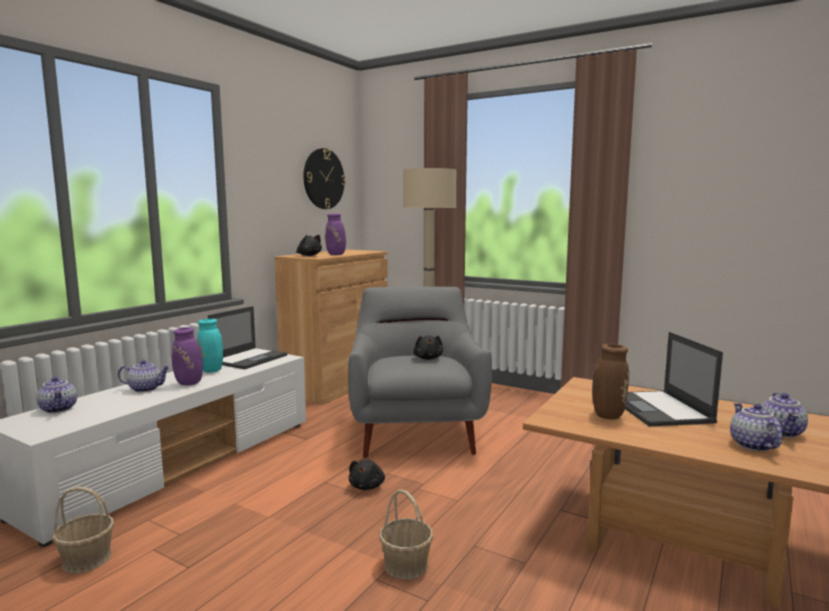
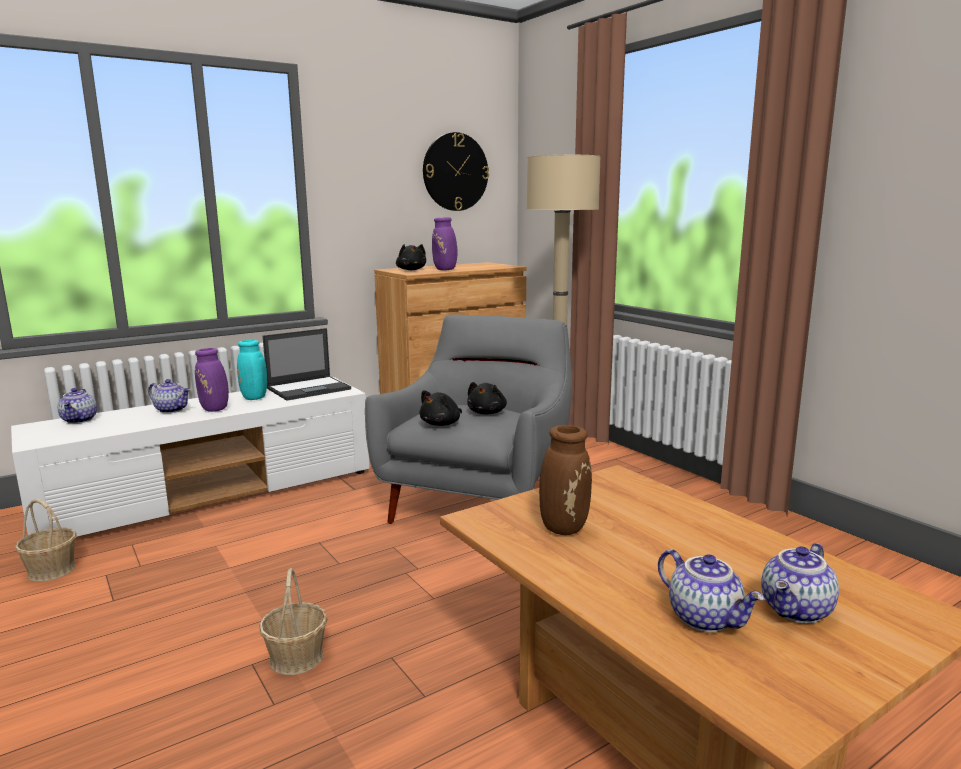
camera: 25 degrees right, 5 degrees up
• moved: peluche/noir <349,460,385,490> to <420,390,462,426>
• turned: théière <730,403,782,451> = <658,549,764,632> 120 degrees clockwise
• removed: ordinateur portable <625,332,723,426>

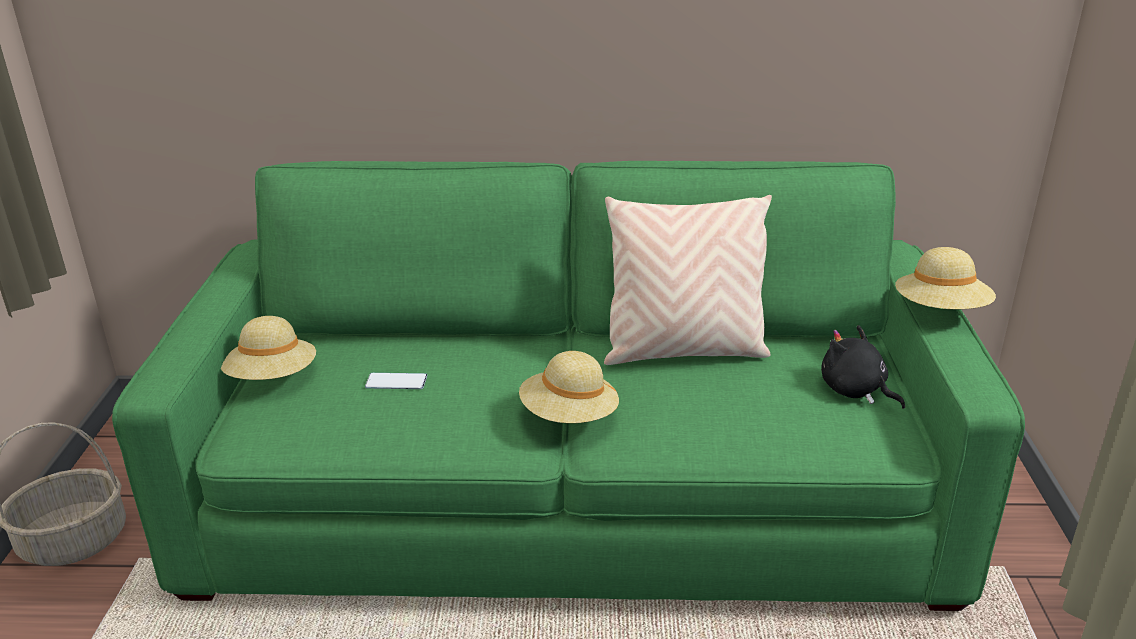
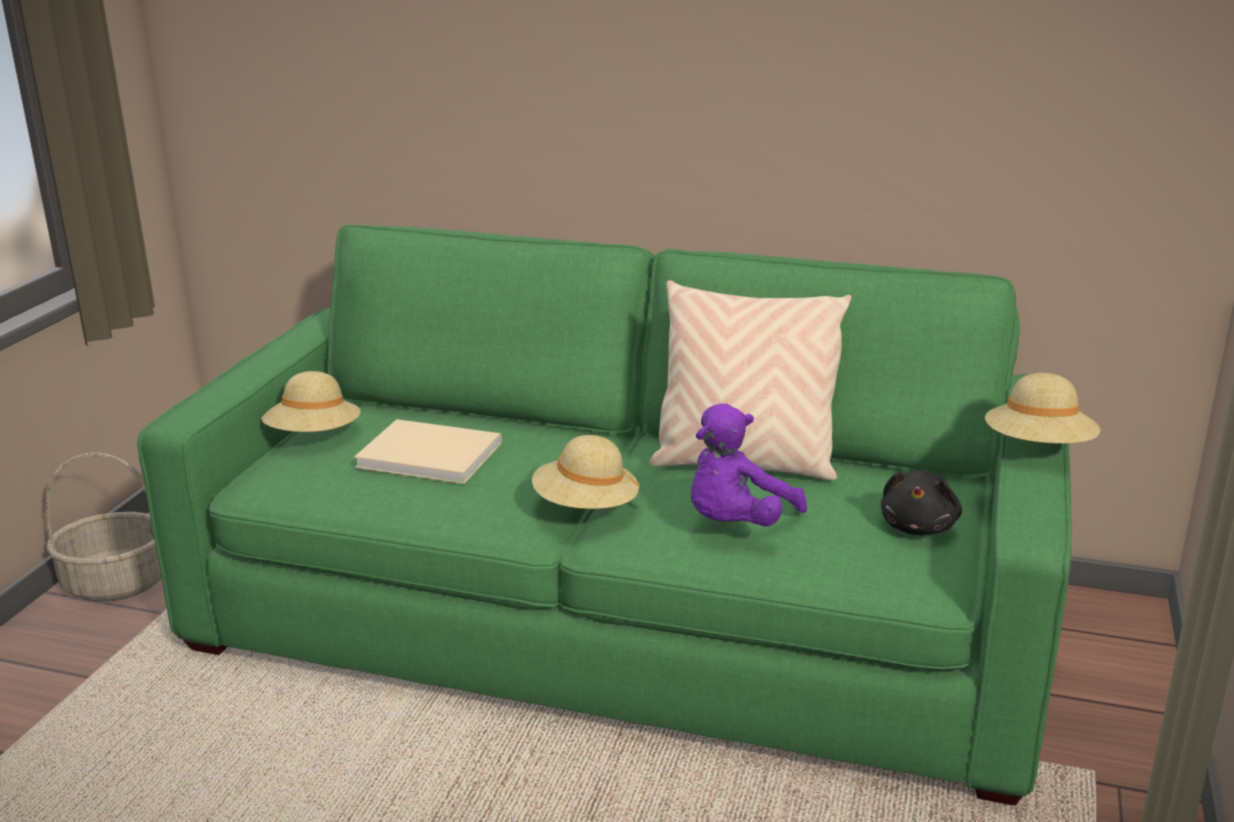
camera: 15 degrees right, 5 degrees down
• replaced: téléphone <365,373,427,389> to livre/beige <354,419,502,484>
• added: peluche/violet <691,403,807,526>
• turned: peluche/noir <821,325,905,409> = <881,470,962,535> 135 degrees counterclockwise

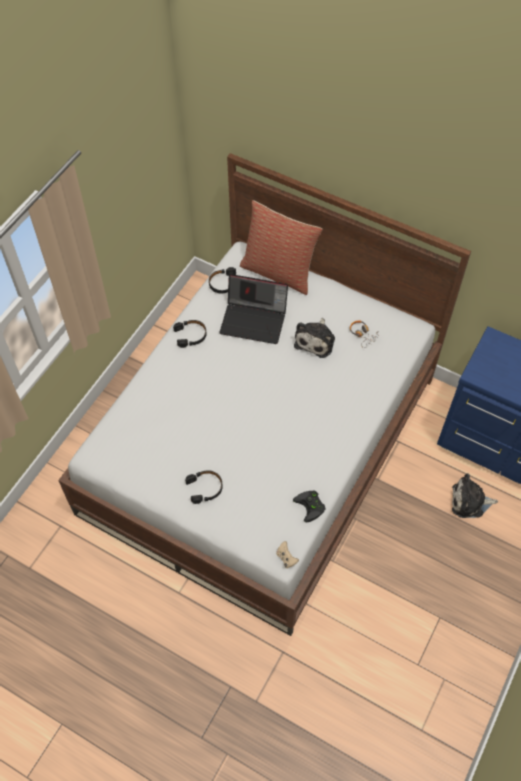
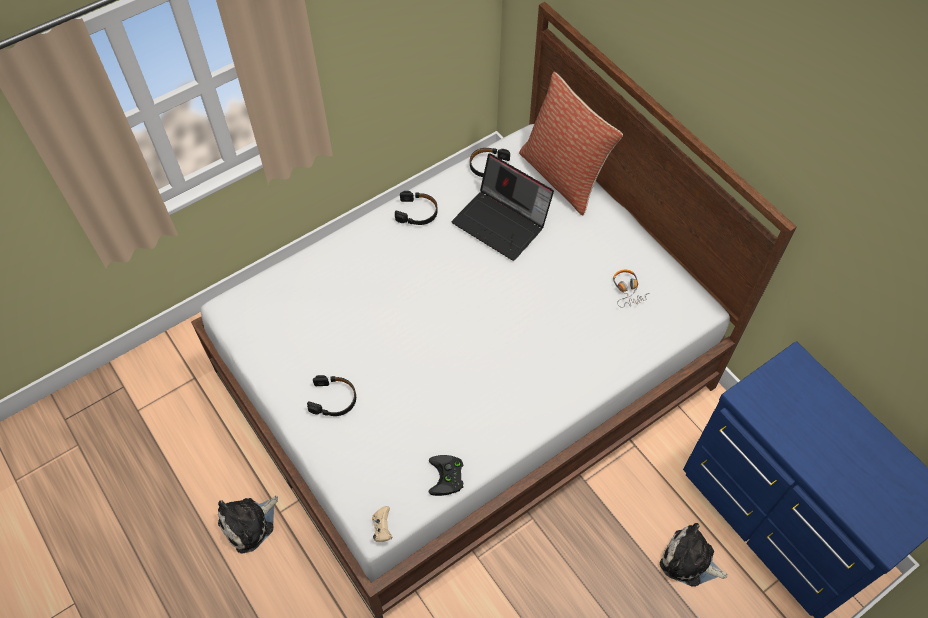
camera: 25 degrees right, 0 degrees up
• moved: peluche <294,318,335,358> to <218,496,278,553>

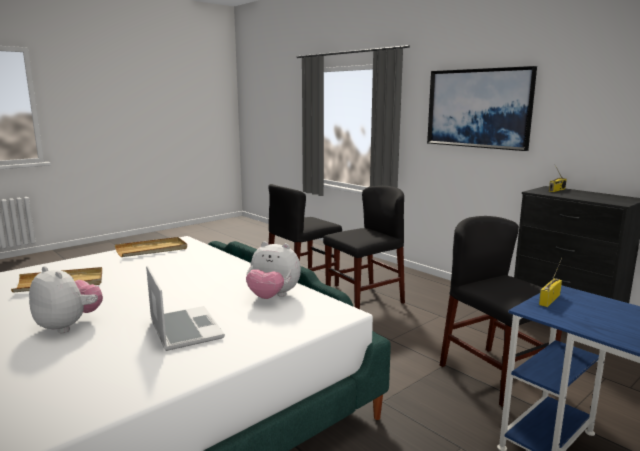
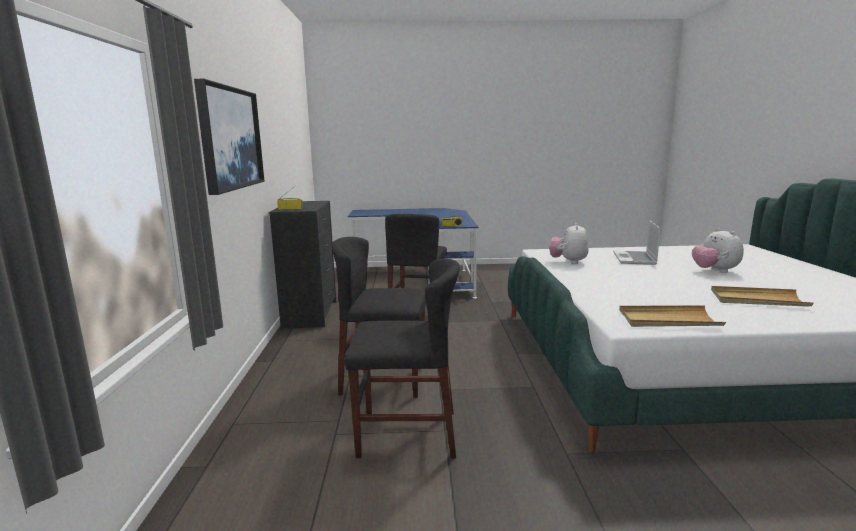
camera: 140 degrees left, 0 degrees up
• turned: peluche <246,241,301,299> = <549,223,589,264> 135 degrees counterclockwise

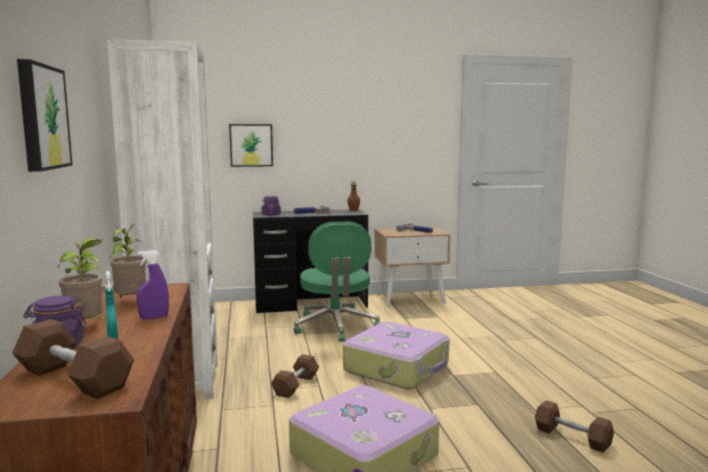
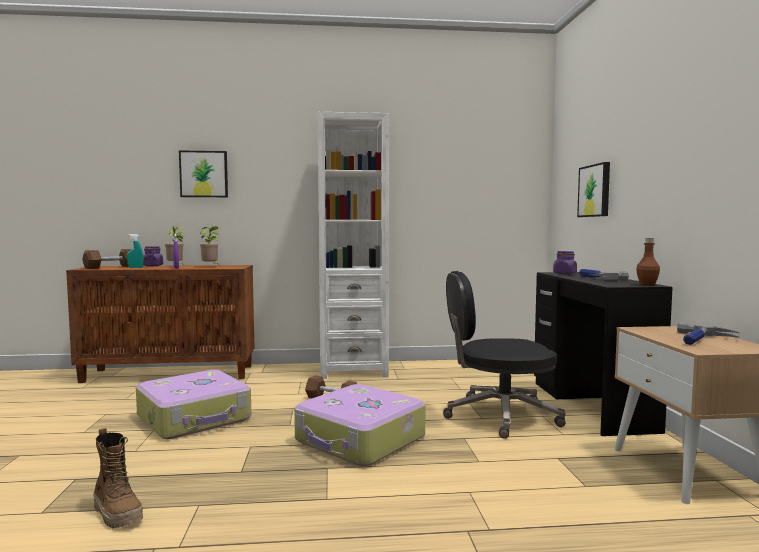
camera: 95 degrees right, 5 degrees down
• replaced: haltère/marron <535,400,614,452> to botte <93,428,143,528>
• recoloured: chaise de bureau/vert <294,221,380,342> to chaise de bureau/noir <443,271,565,439>

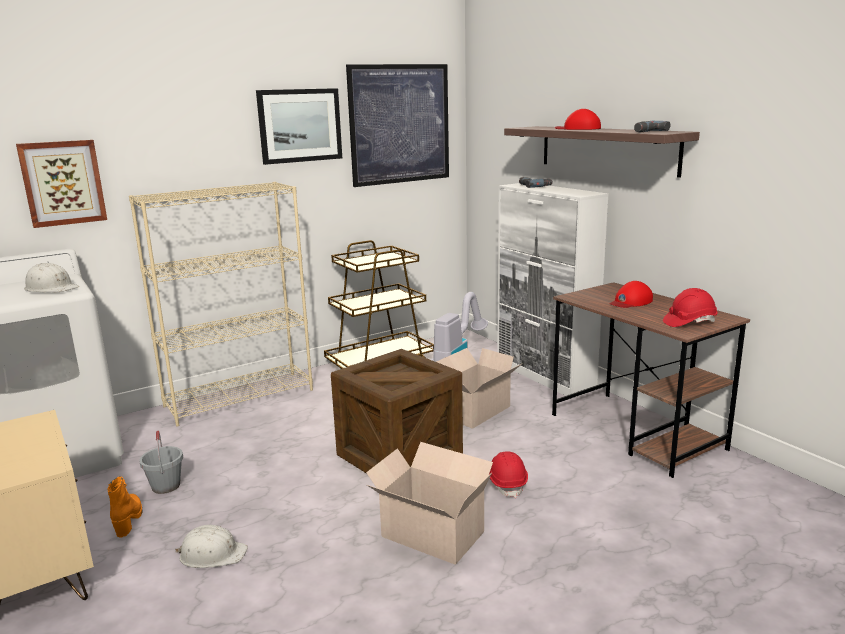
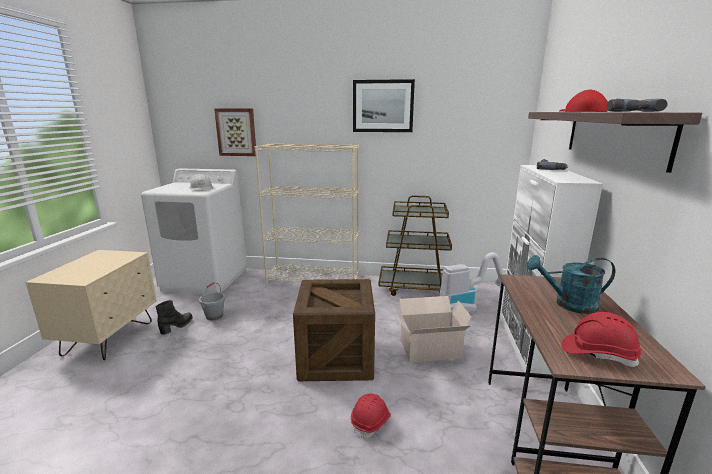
camera: 40 degrees right, 0 degrees up
• recoloured: botte/orange <108,476,143,537> to botte/noir <156,300,193,335>
• replaced: casquette/rouge <610,281,653,308> to arrosoir/turquoise <526,255,615,314>
• removed: casque de chantier/blanc <174,525,248,568>
• removed: tableau <346,64,449,187>
• removed: carton <366,442,493,565>

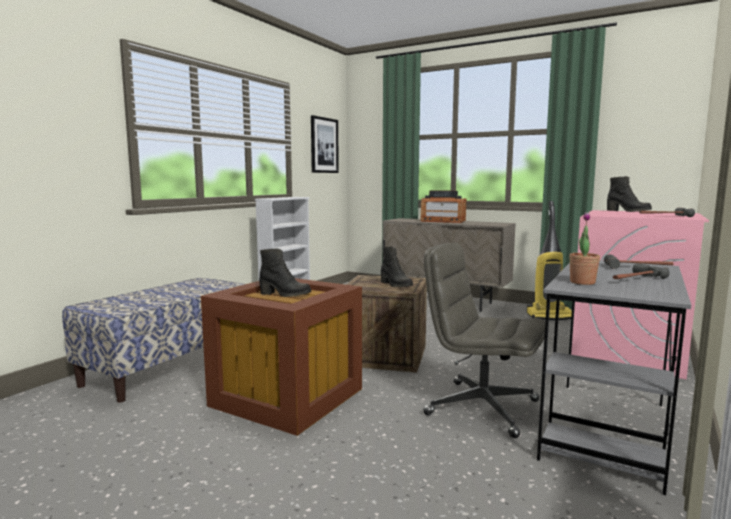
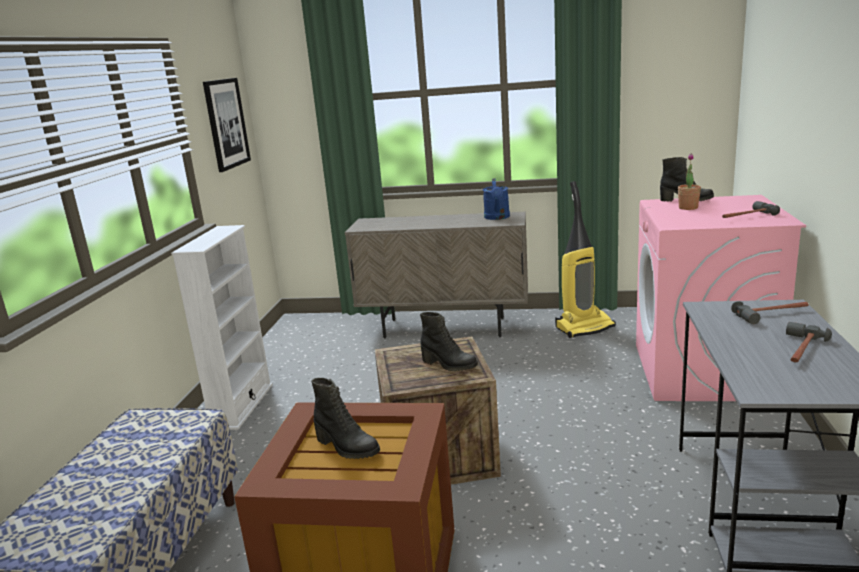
camera: 20 degrees left, 10 degrees up
• turned: botte/noir <259,248,311,297> = <311,378,380,459> 45 degrees clockwise
• added: arrosoir/bleu <483,178,510,220>
• moved: plante en pot <569,212,600,285> to <678,153,701,210>
• removed: radio <421,190,466,223>
• removed: chaise de bureau/gris <423,243,545,438>

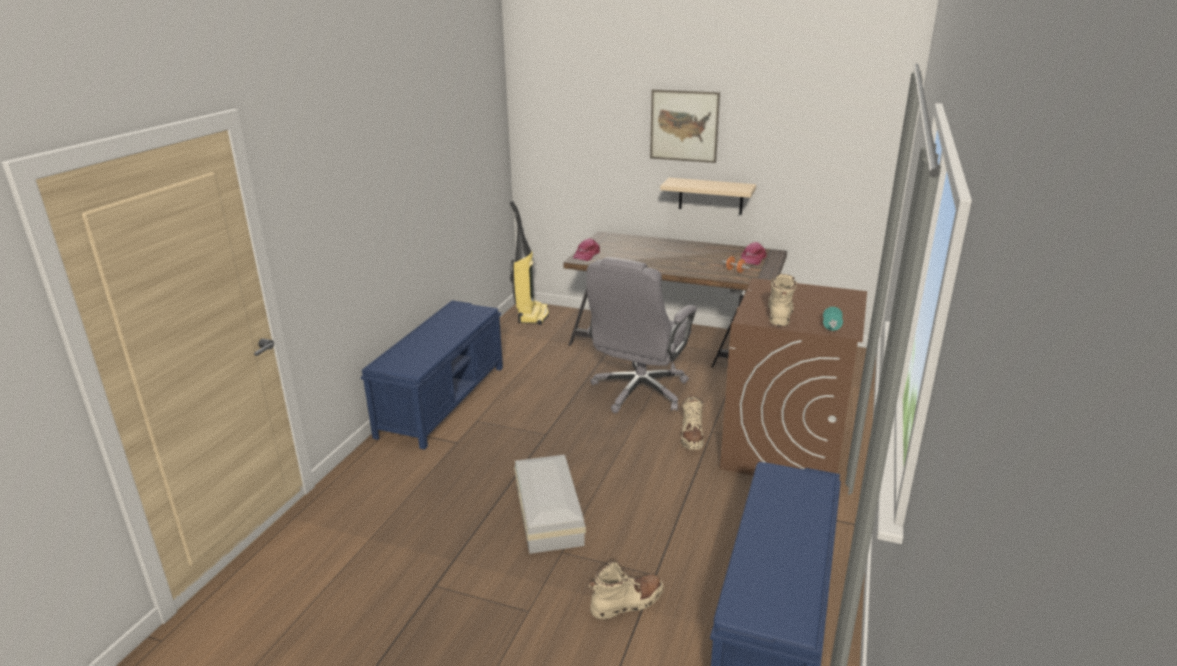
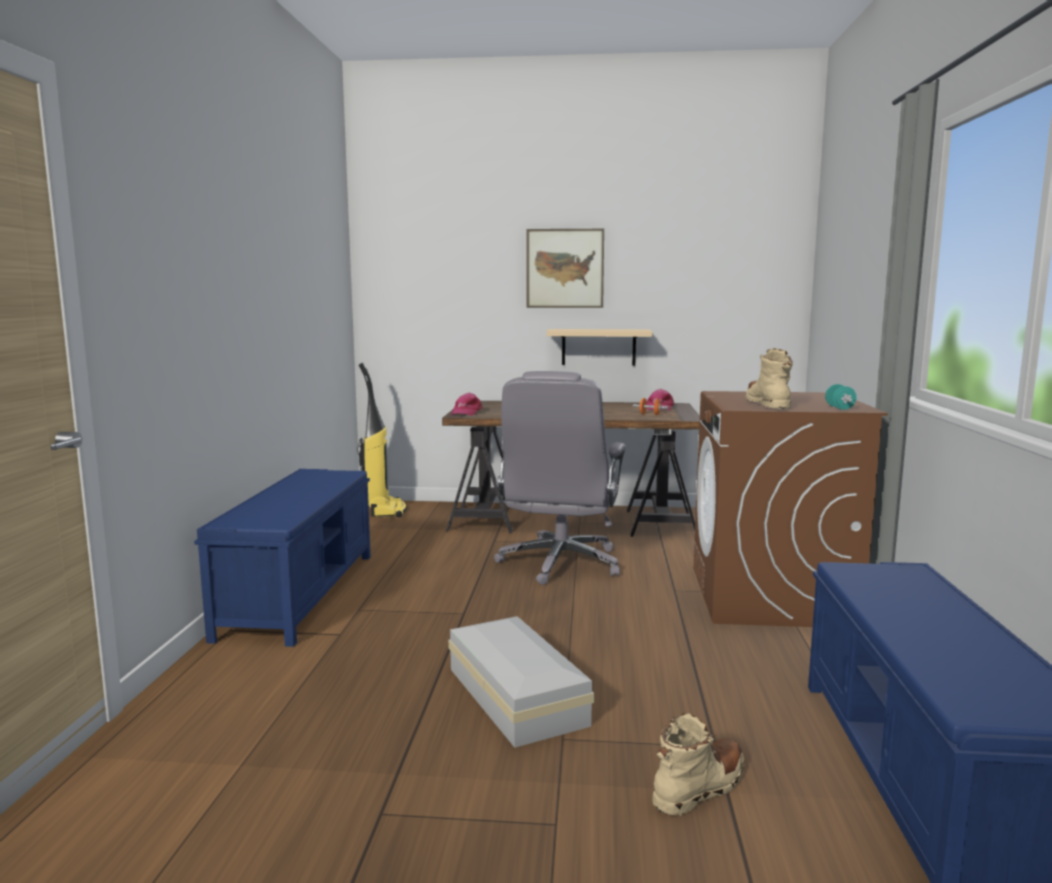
camera: 15 degrees left, 15 degrees down
• removed: botte/beige <681,395,704,450>

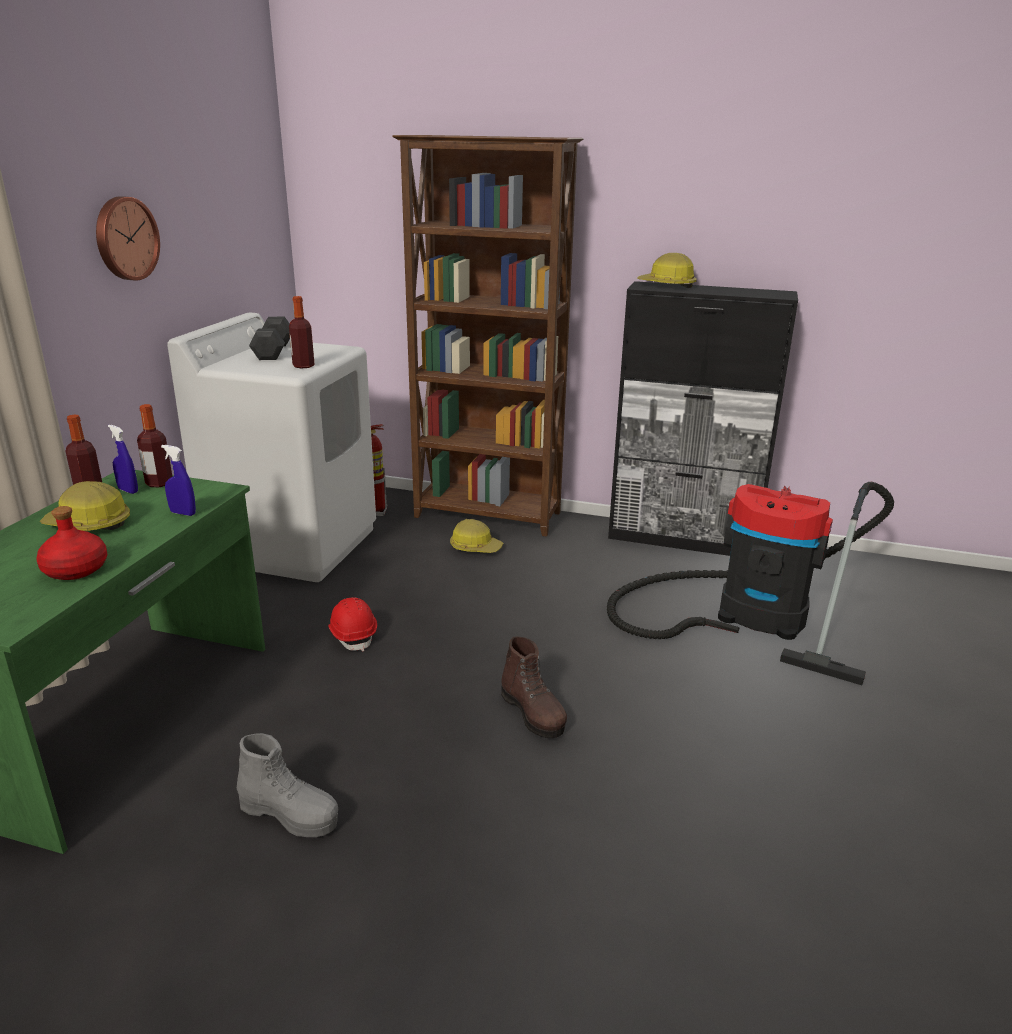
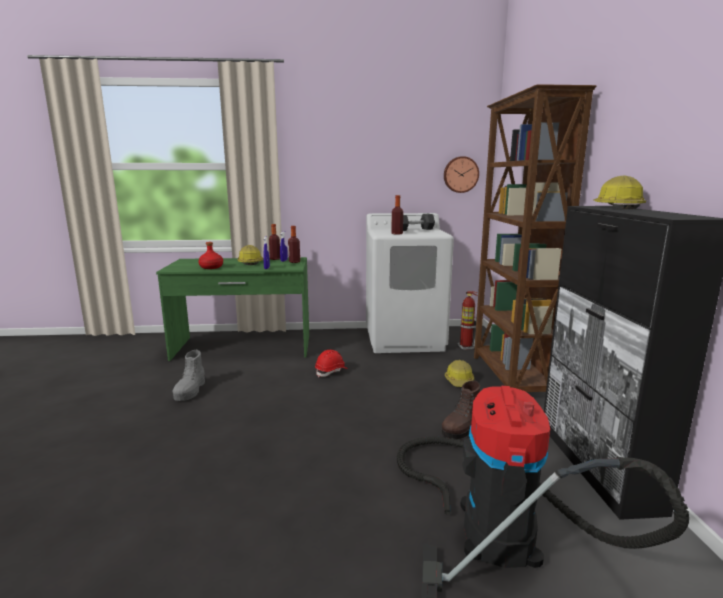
camera: 70 degrees right, 10 degrees down
• moved: botte/marron <501,636,567,738> to <442,380,480,439>
• moved: horloge murale <96,196,160,280> to <444,156,479,193>

